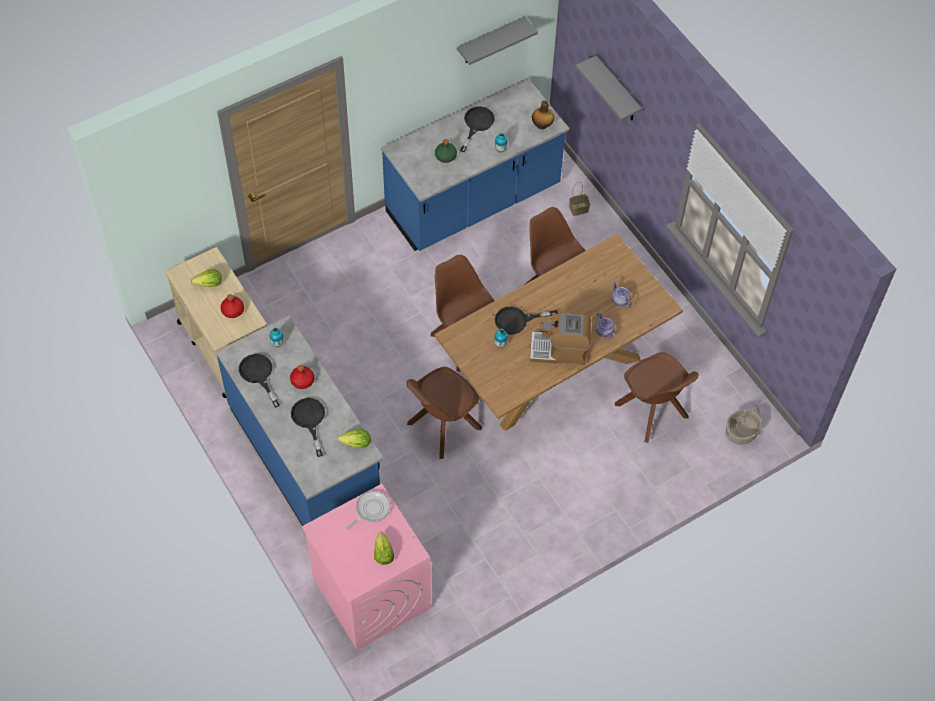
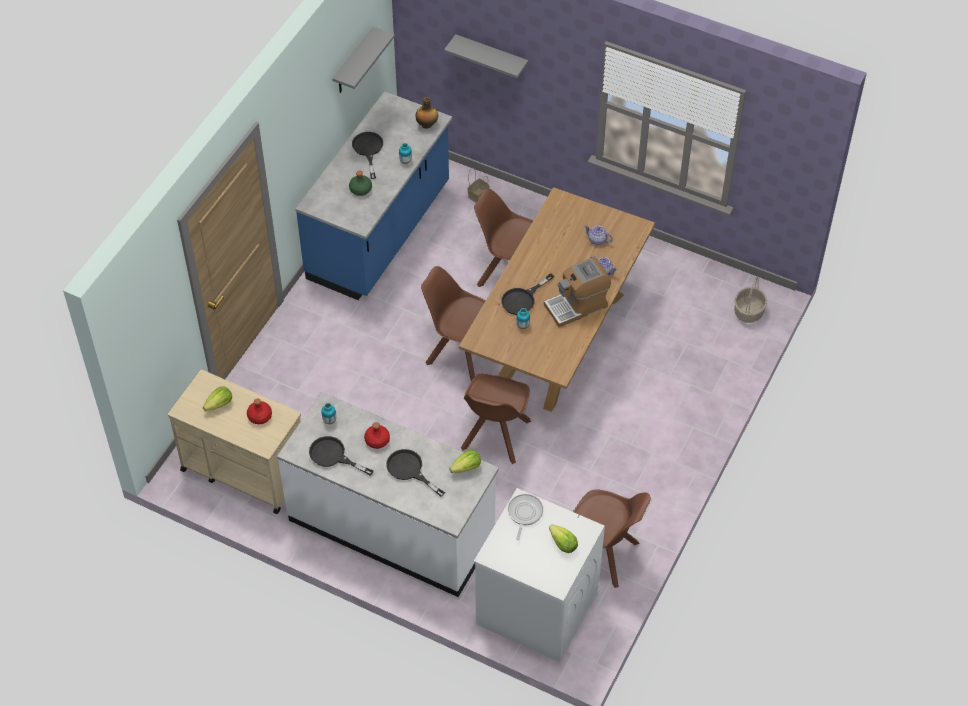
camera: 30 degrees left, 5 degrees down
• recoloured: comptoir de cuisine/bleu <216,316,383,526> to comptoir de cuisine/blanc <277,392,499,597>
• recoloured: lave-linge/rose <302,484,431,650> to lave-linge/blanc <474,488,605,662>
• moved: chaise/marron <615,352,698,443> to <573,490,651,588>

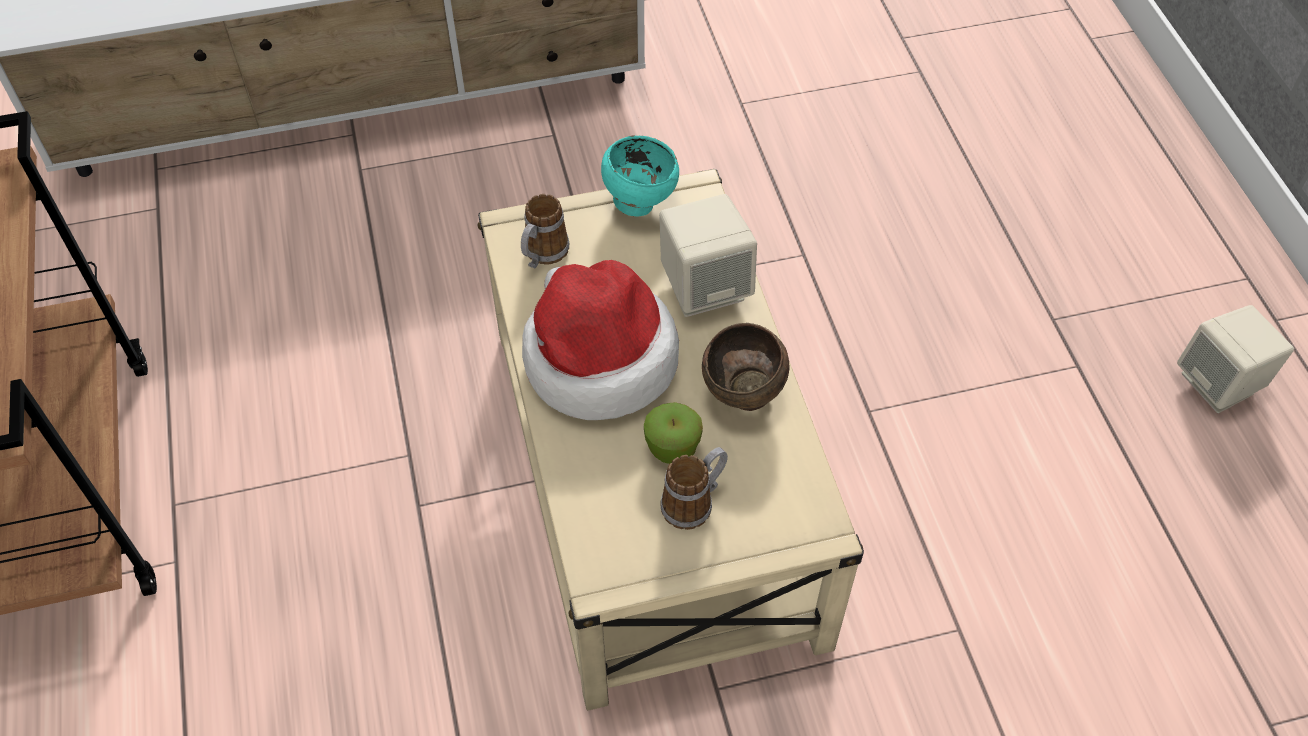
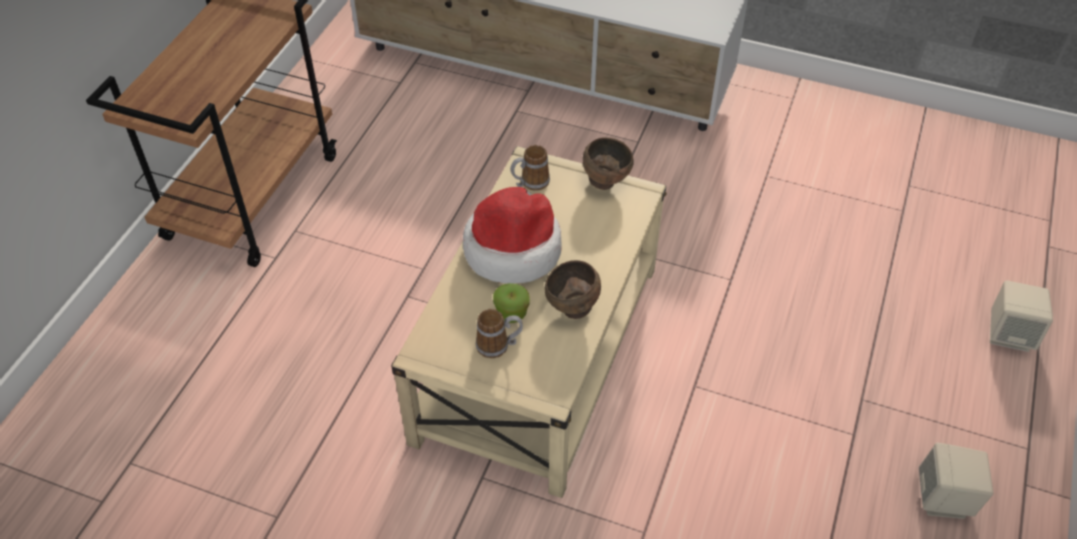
camera: 35 degrees right, 5 degrees down
• recoloured: bol/turquoise <601,135,679,217> to bol/marron <583,138,634,190>
• moved: enceinte/beige <659,194,757,317> to <990,280,1053,352>

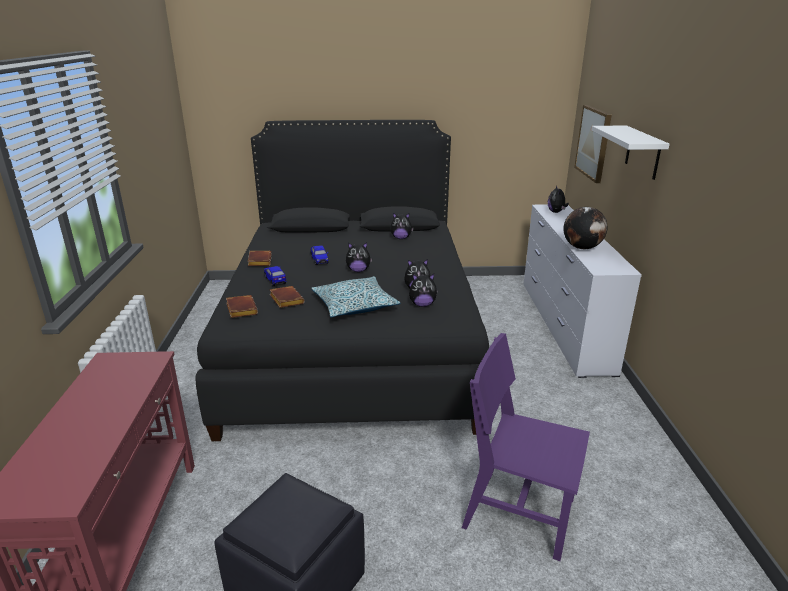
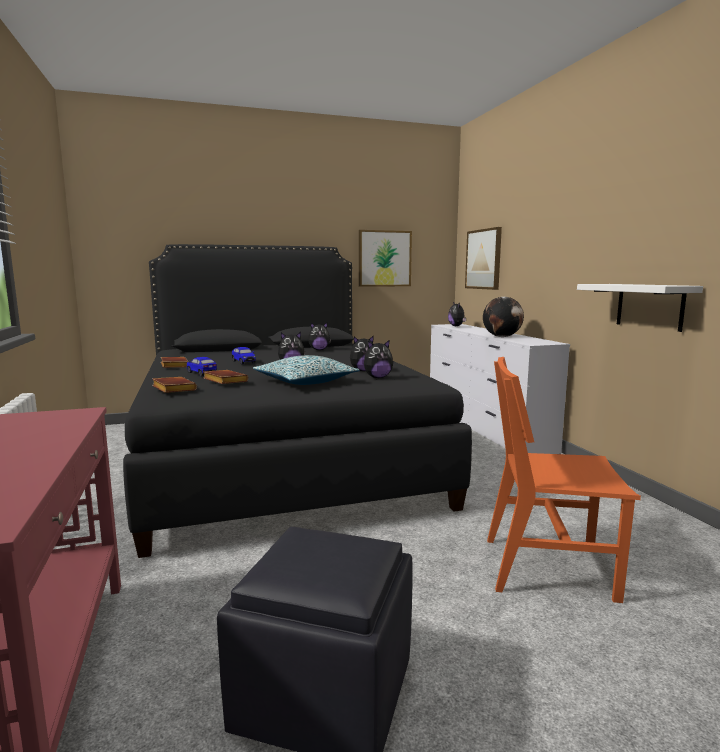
camera: 15 degrees left, 15 degrees down
• added: tableau <359,230,412,287>
• recoloured: chaise/violet <462,333,590,561> to chaise/orange <487,357,641,603>
• moved: étagère/blanc <591,126,670,180> to <577,284,703,332>

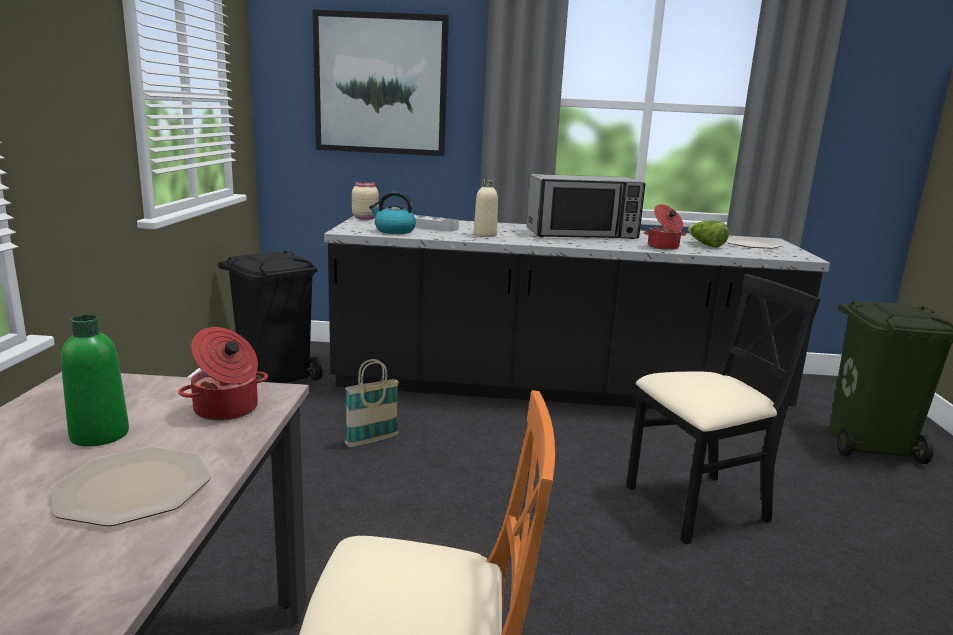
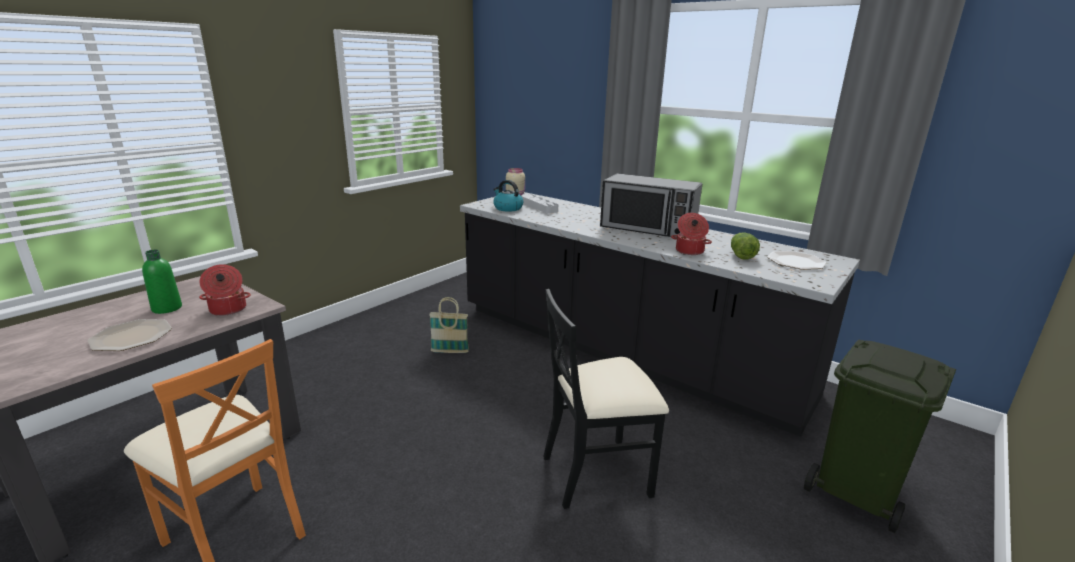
camera: 35 degrees right, 5 degrees up
• turned: chaise/noir <626,274,821,544> = <543,289,669,509> 150 degrees clockwise
• removed: poubelle/noir <219,251,322,383>
• removed: tableau <312,10,449,156>
• removed: bouteille/beige <474,179,498,237>

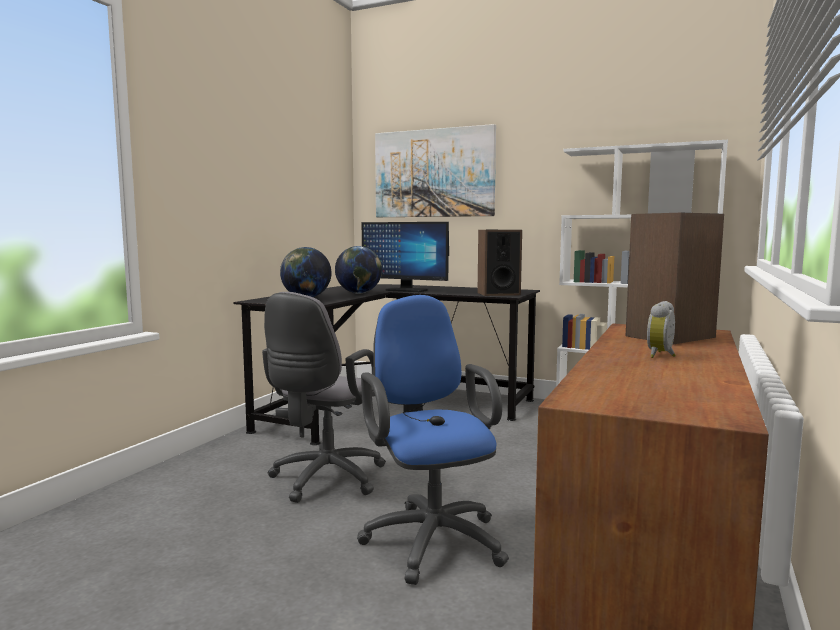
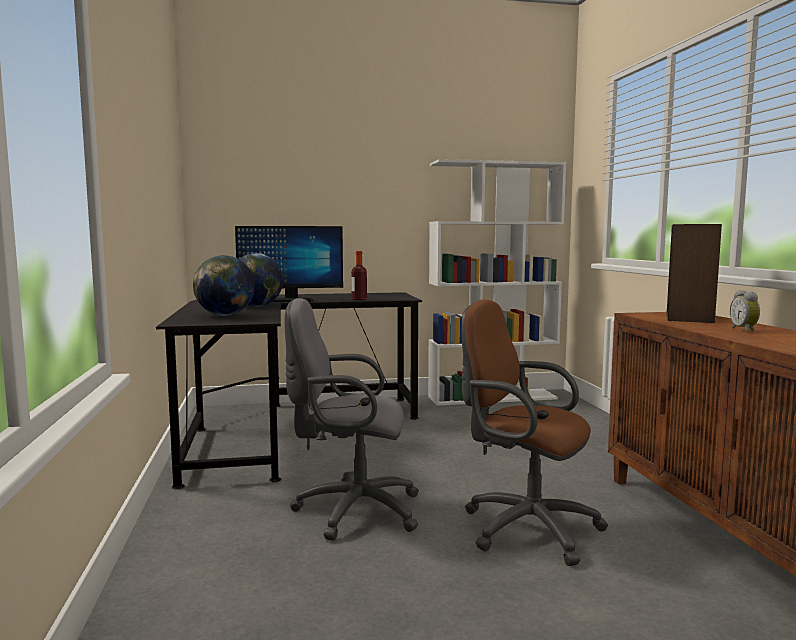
camera: 35 degrees left, 0 degrees up
• turned: chaise de bureau/gris <262,292,386,503> = <284,298,419,541> 105 degrees clockwise
• added: bouteille <351,251,367,300>
• recoloured: chaise de bureau/bleu <357,295,509,585> to chaise de bureau/marron <461,299,608,566>
• removed: tableau <375,124,496,217>
• removed: enceinte <477,230,522,296>

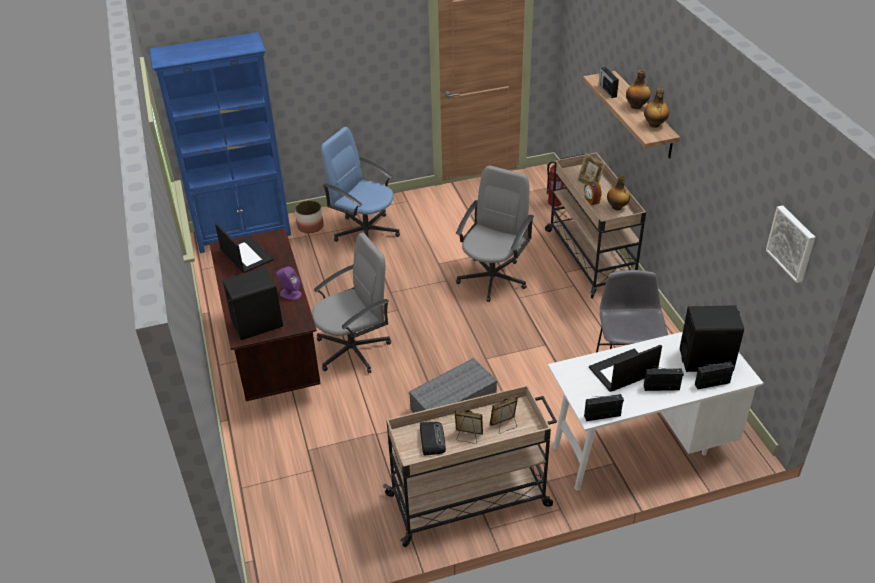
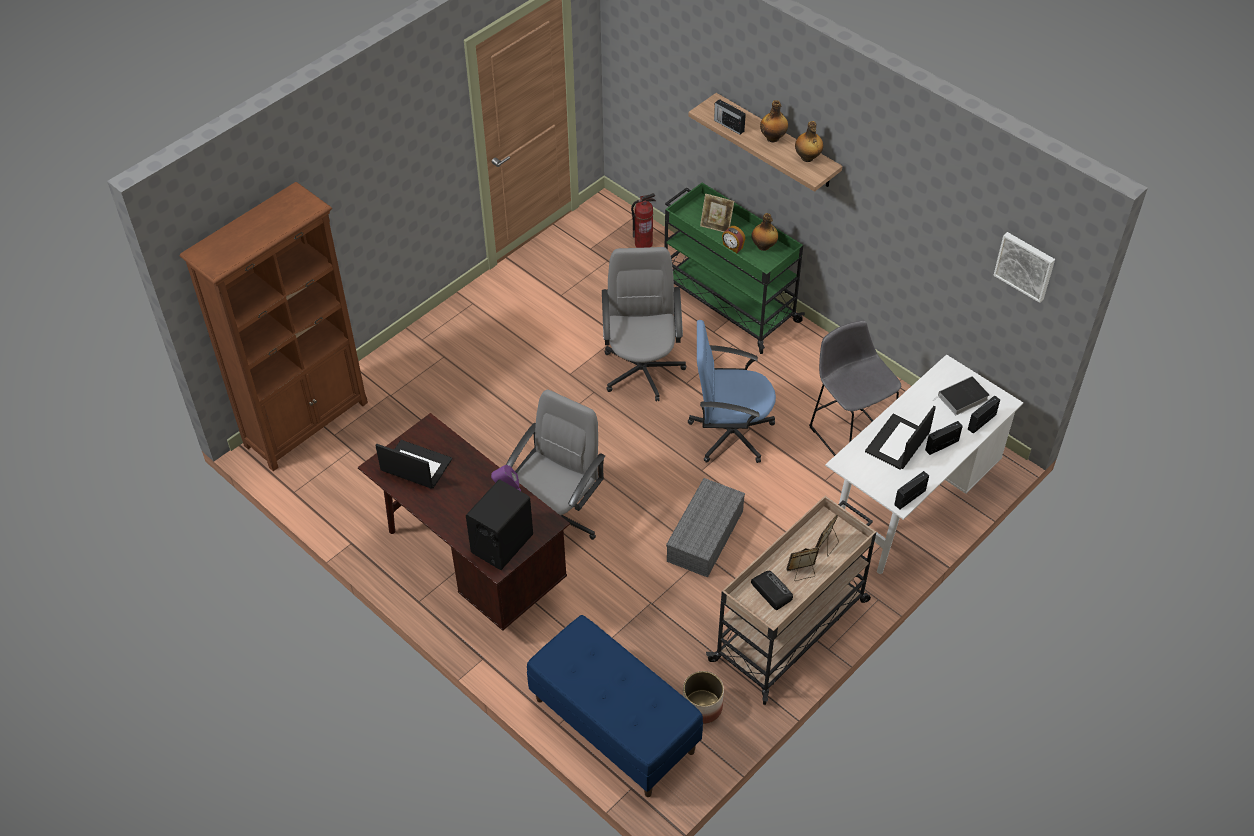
camera: 30 degrees left, 10 degrees up
• recoloured: bibliothèque/bleu <149,32,291,253> to bibliothèque/marron <180,182,368,471>
• added: banc/bleu <527,615,703,797>
• recoloured: chariot/beige <545,152,646,299> to chariot/vert <665,183,805,354>
• moved: cache-pot <295,200,324,233> to <683,671,724,724>
• moved: chaise de bureau/bleu <321,127,400,242> to <688,320,776,463>
• replaced: enceinte/noir <680,305,744,372> to livre <933,376,989,415>

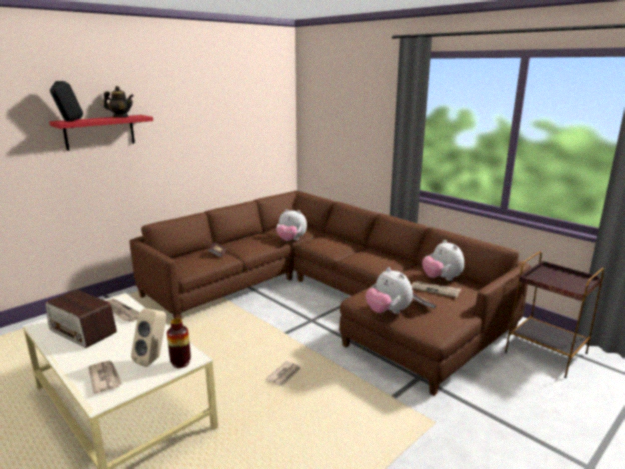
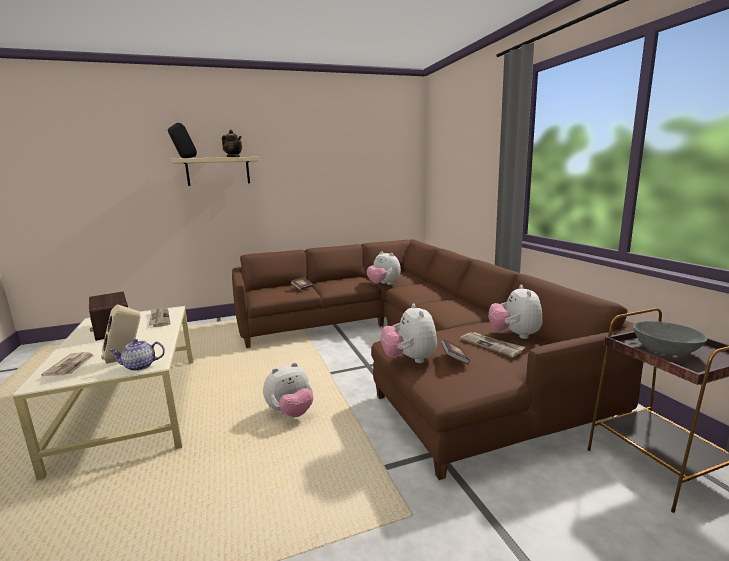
camera: 25 degrees right, 5 degrees down
• replaced: vase <167,318,191,368> to théière <109,339,165,371>
• recoloured: étagère/rouge <49,115,153,151> to étagère/beige <172,157,260,186>
• replaced: journal <266,361,300,386> to peluche <263,362,313,417>
• added: bol/gris <633,321,708,356>

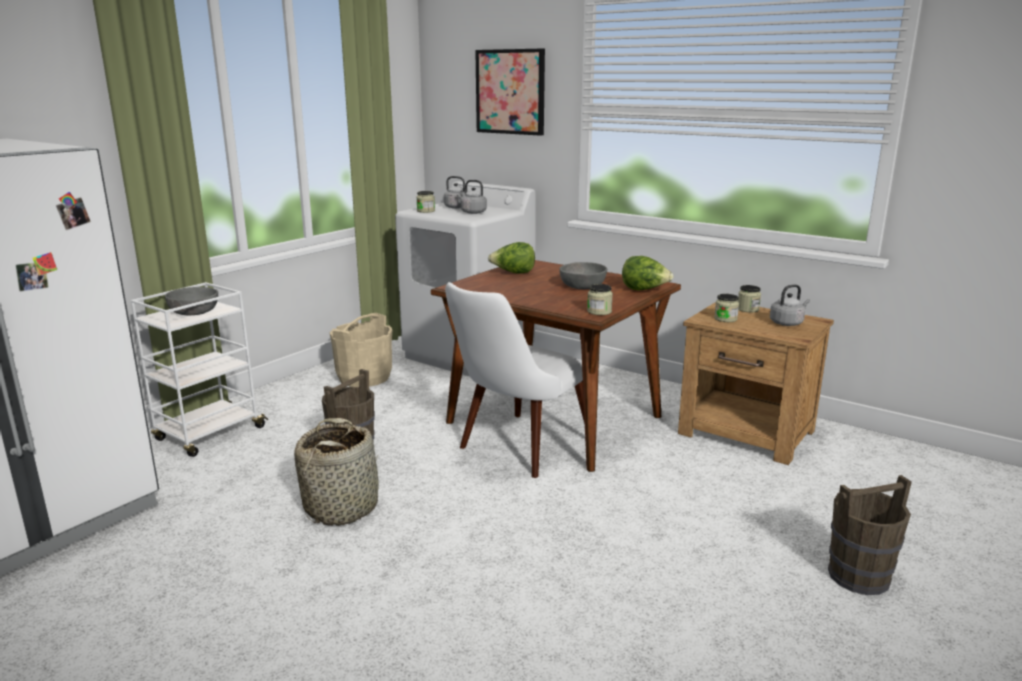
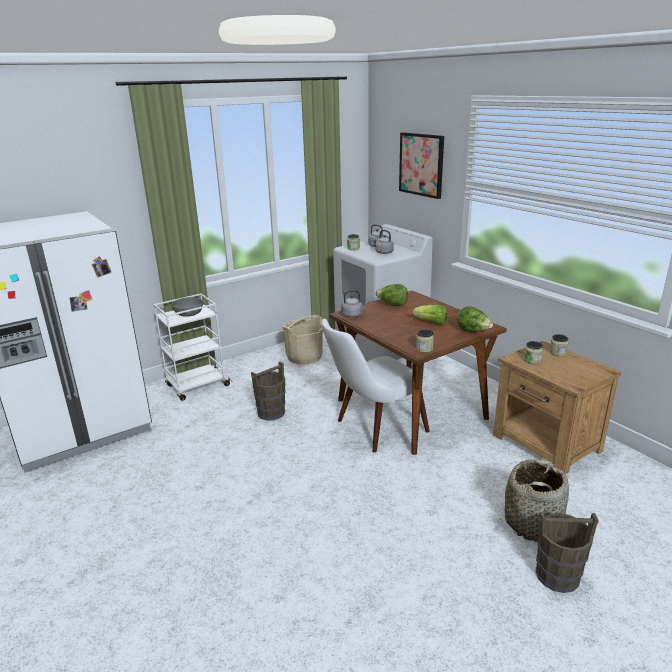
camera: 20 degrees right, 5 degrees up
• moved: bouilloire/gris <770,284,810,326> to <341,290,369,317>
• replaced: bol/gris <559,262,607,289> to laitue <413,305,447,325>
• moved: panier <294,418,378,526> to <505,459,569,542>

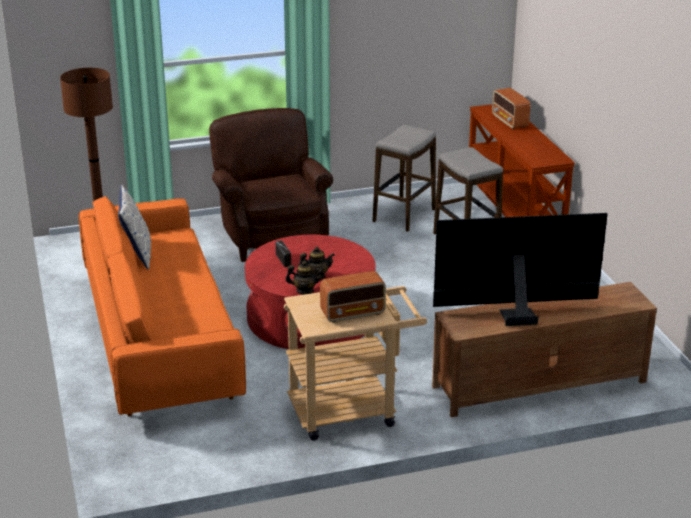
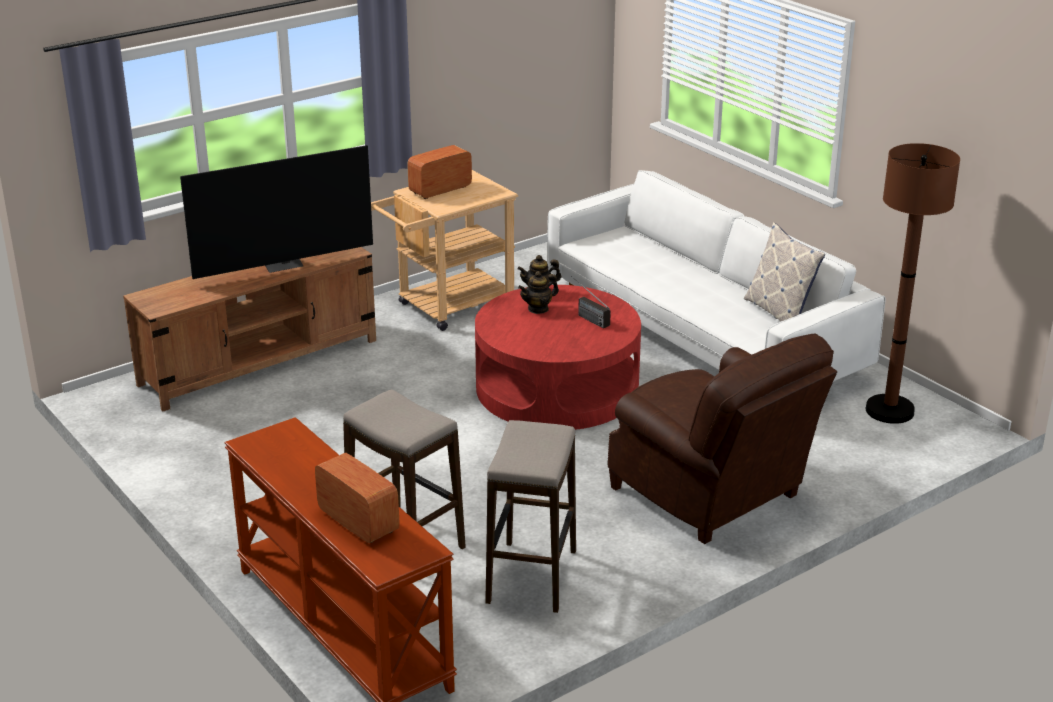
camera: 160 degrees right, 0 degrees up
• recoloured: canapé/orange <79,196,246,417> to canapé/blanc <547,170,886,382>

